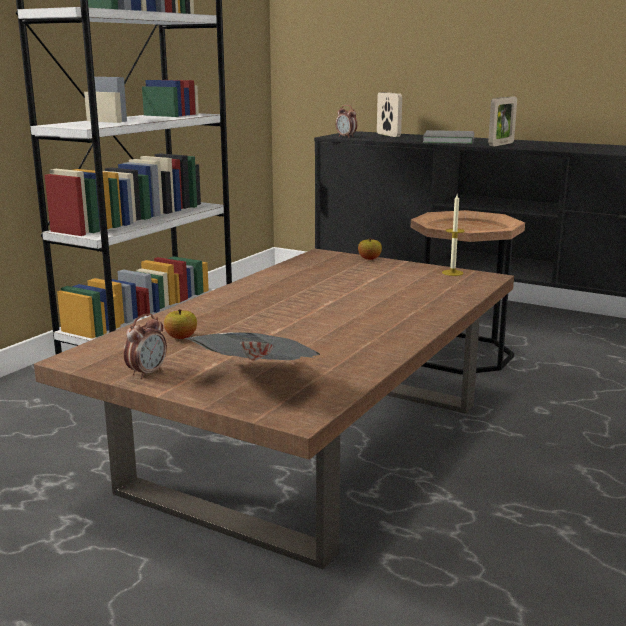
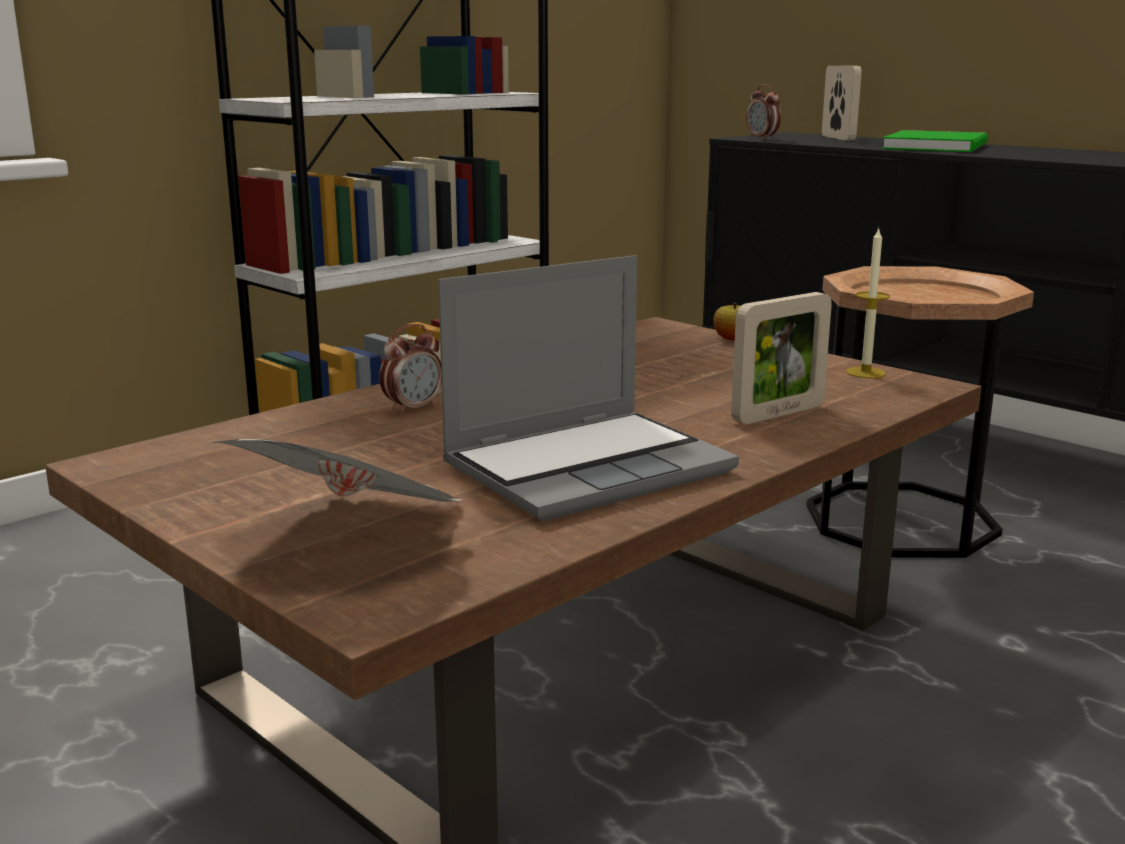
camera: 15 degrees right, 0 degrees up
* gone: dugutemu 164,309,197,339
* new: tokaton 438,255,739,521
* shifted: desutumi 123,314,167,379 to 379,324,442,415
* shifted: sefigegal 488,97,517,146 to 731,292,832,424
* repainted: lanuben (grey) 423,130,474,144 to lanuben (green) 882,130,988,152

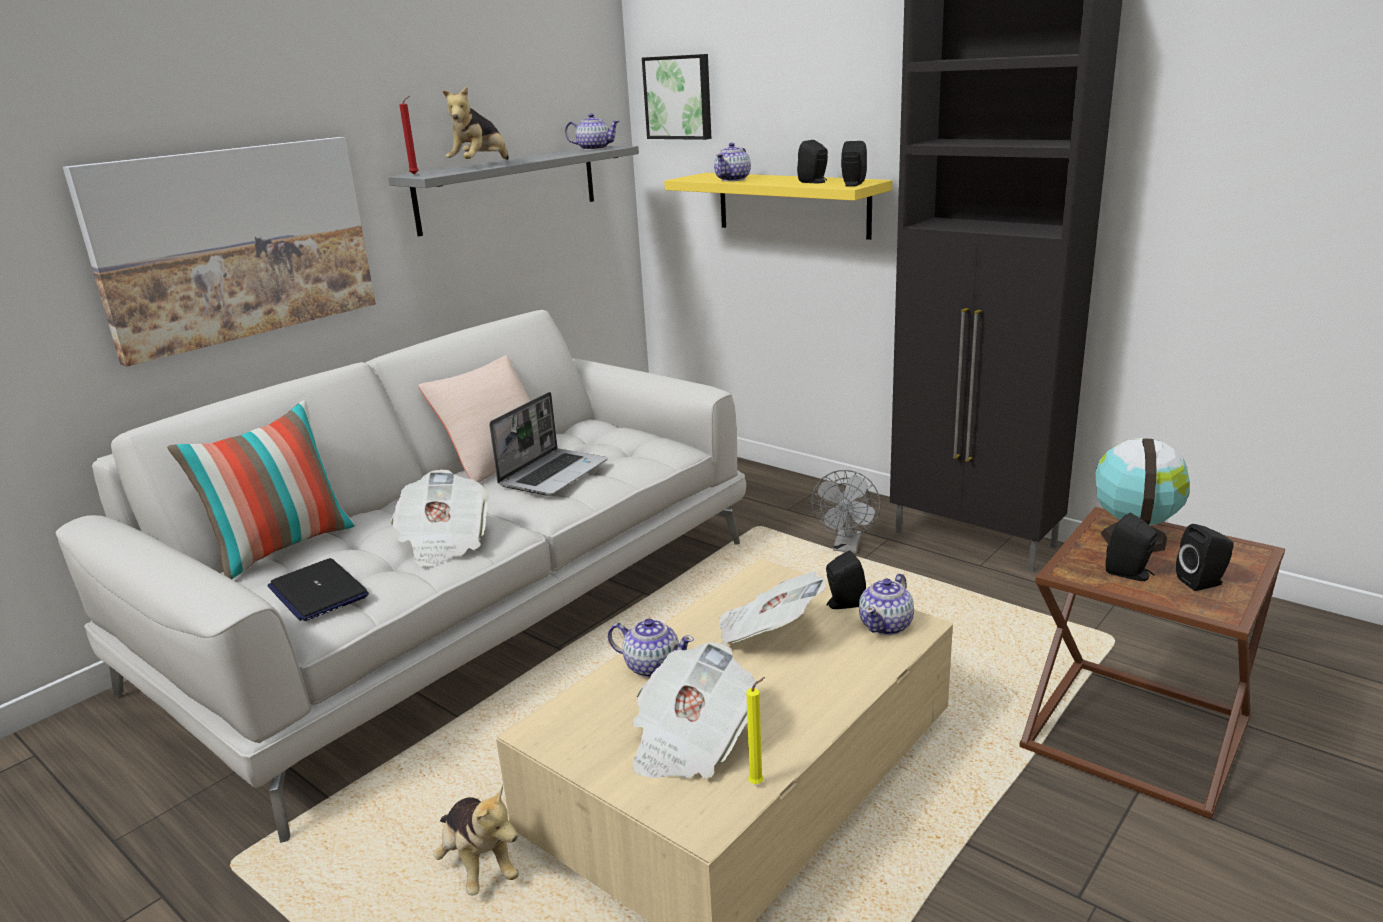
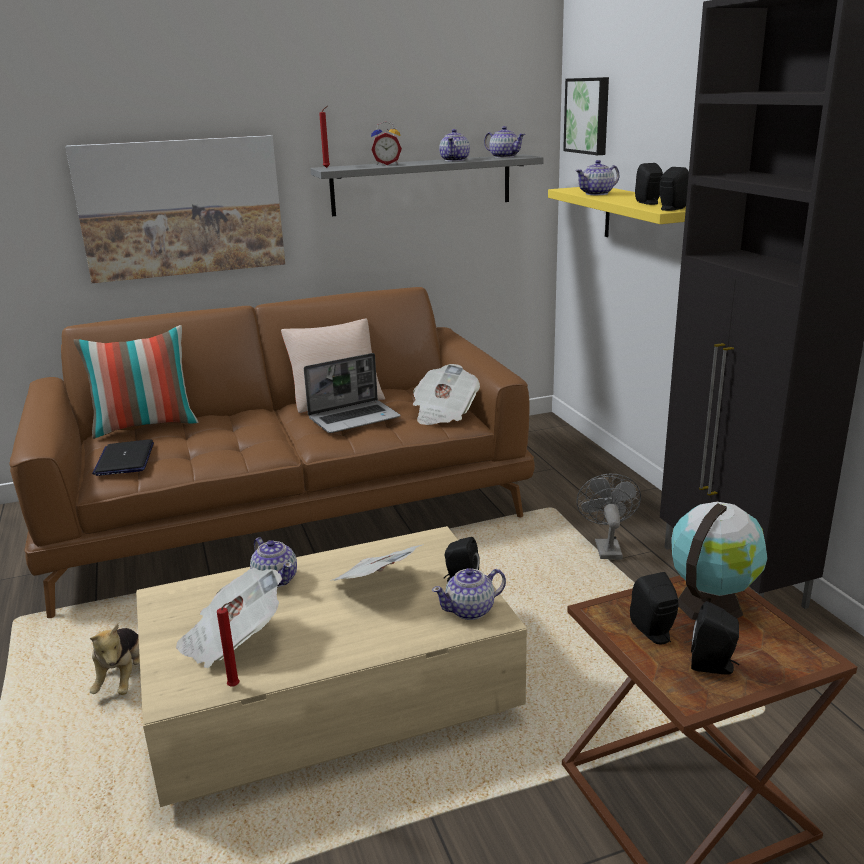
camera: 30 degrees right, 0 degrees up
* new: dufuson 439,129,470,161
* shifted: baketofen 391,470,489,567 to 413,364,480,425
* swapped: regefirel 443,86,509,160 to desutumi 371,122,402,165
* repainted: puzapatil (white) 56,310,746,843 to puzapatil (brown) 9,287,535,618
* repainted: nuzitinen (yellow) 746,677,765,784 to nuzitinen (red) 217,602,240,687
* rotated: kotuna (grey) 811,470,881,554 = 576,474,641,560 135 degrees clockwise

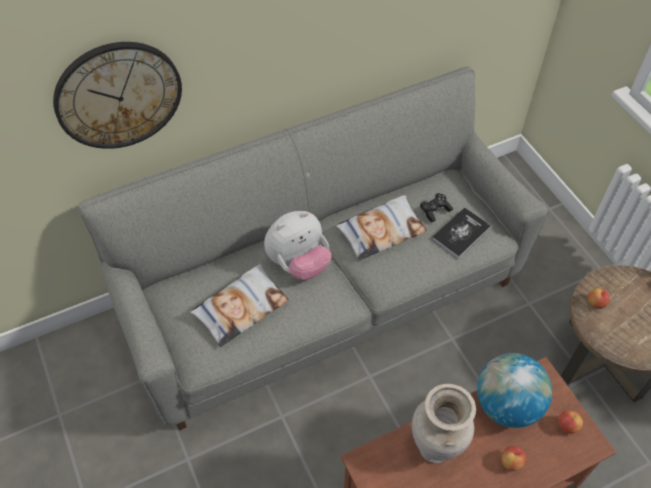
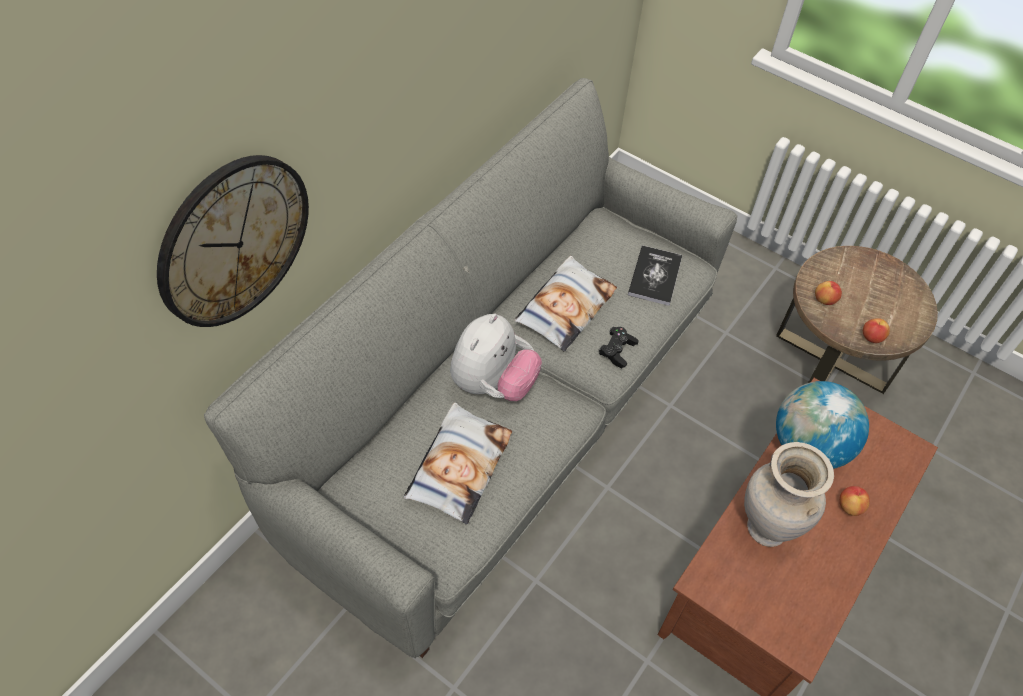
camera: 30 degrees left, 0 degrees up
* shifted: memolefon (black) 420,193,453,223 to 599,327,639,368
* shifted: dugutemu 558,410,583,434 to 863,318,890,343

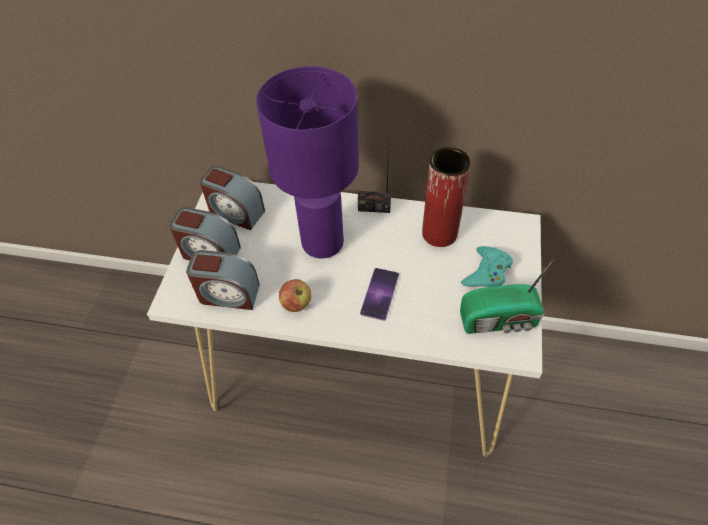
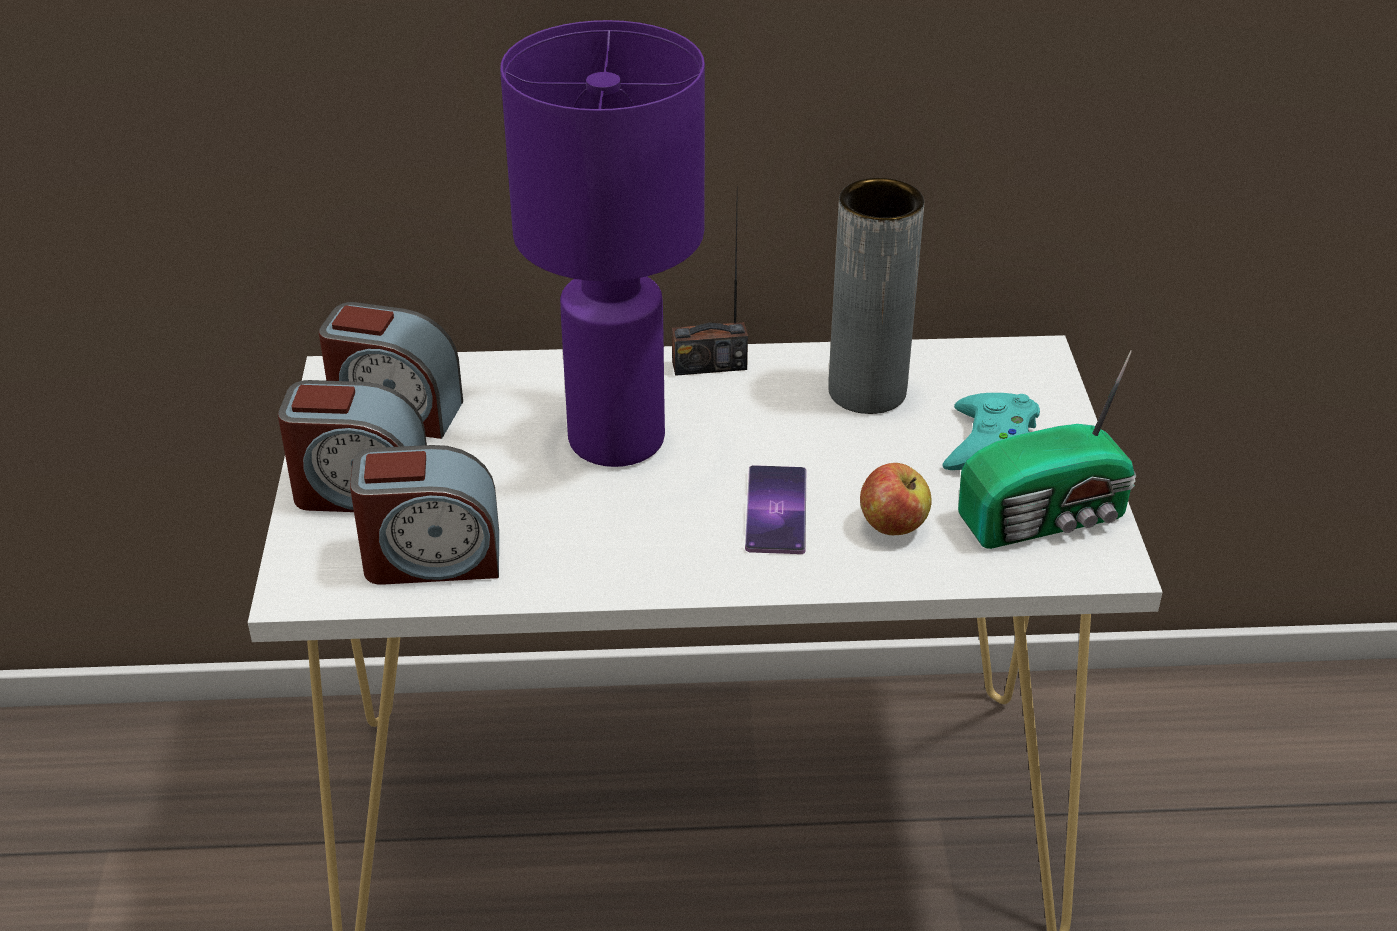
camera: 15 degrees left, 15 degrees down
* shifted: dugutemu 279,279,311,312 to 860,463,932,535
* repainted: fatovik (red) 422,147,471,247 to fatovik (grey) 828,178,924,414

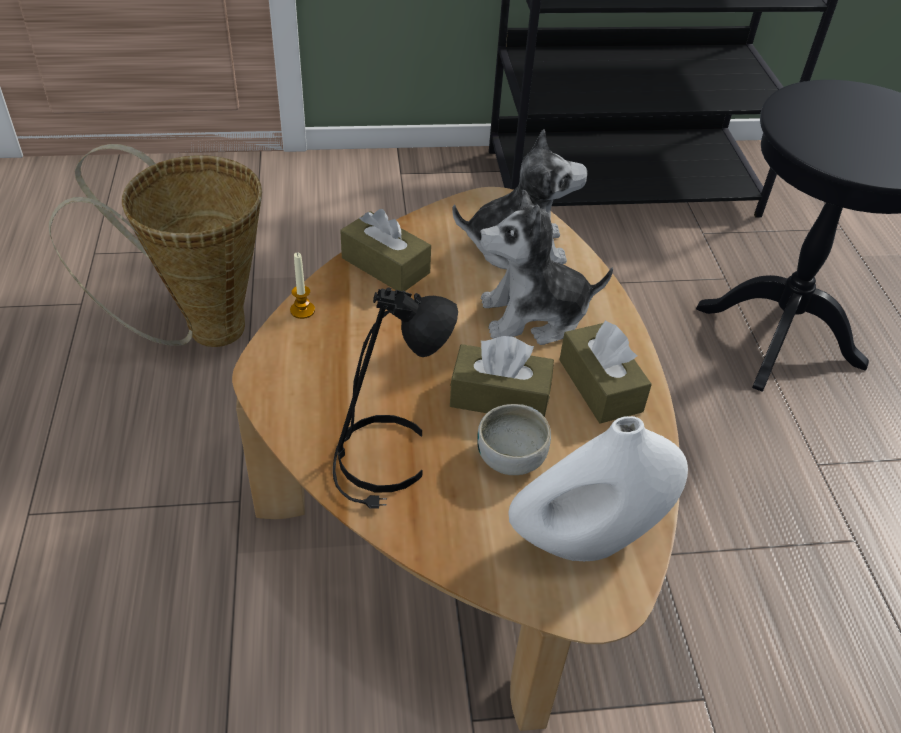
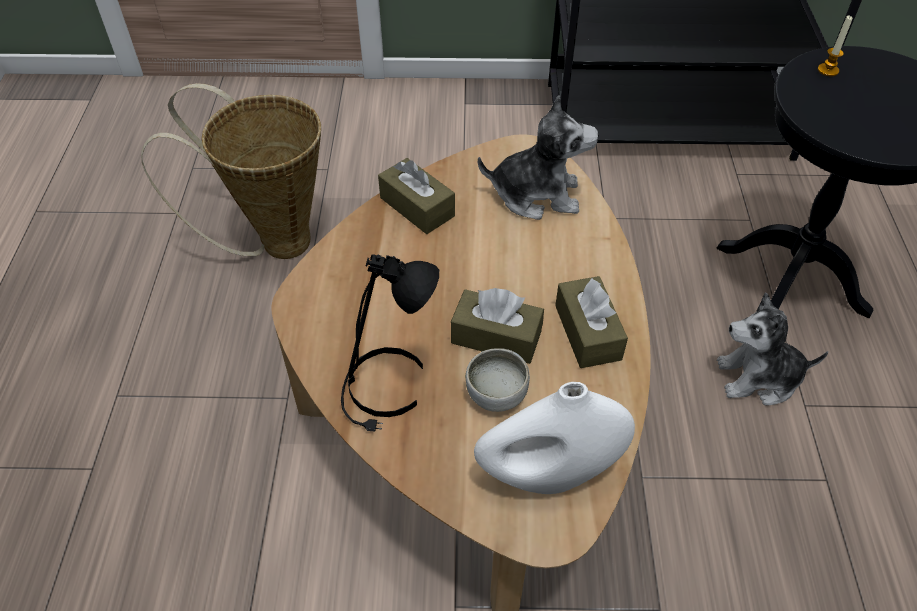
camera: 10 degrees right, 5 degrees up
* shifted: nuzitinen 290,253,315,319 to 818,15,852,76
* shifted: regefirel 479,189,613,345 to 717,292,828,406

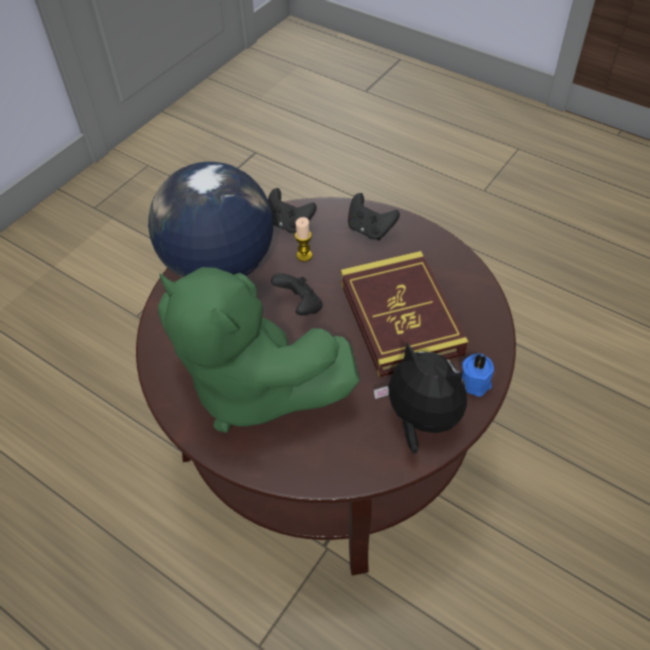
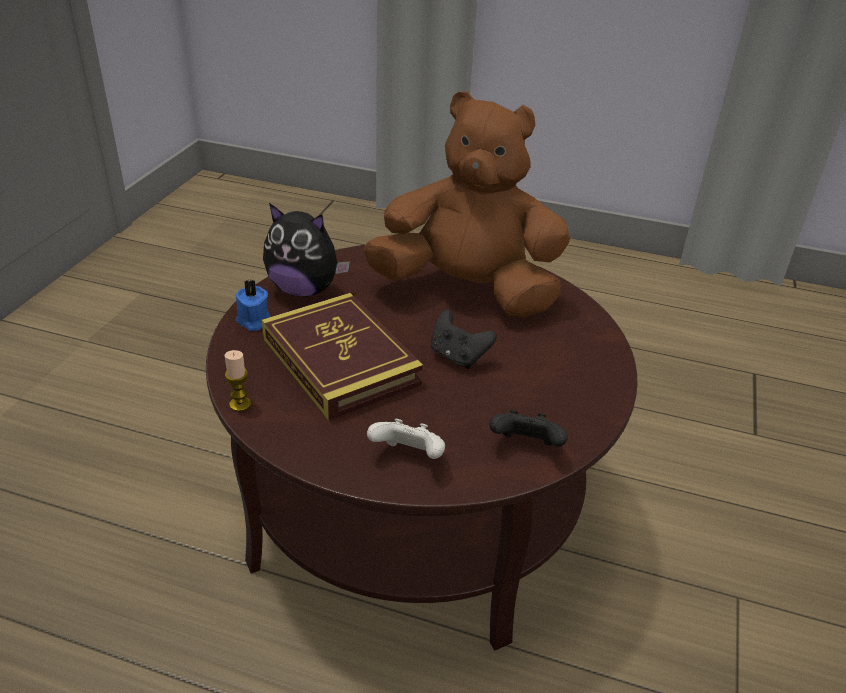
camera: 160 degrees right, 15 degrees down
* gone: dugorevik 148,162,273,278
* shifted: nuzitinen 295,217,312,262 to 225,350,251,412
* repainted: regefirel (green) 158,267,360,433 to regefirel (brown) 363,91,570,318
* repainted: memolefon (black) 348,193,400,240 to memolefon (white) 367,419,445,459

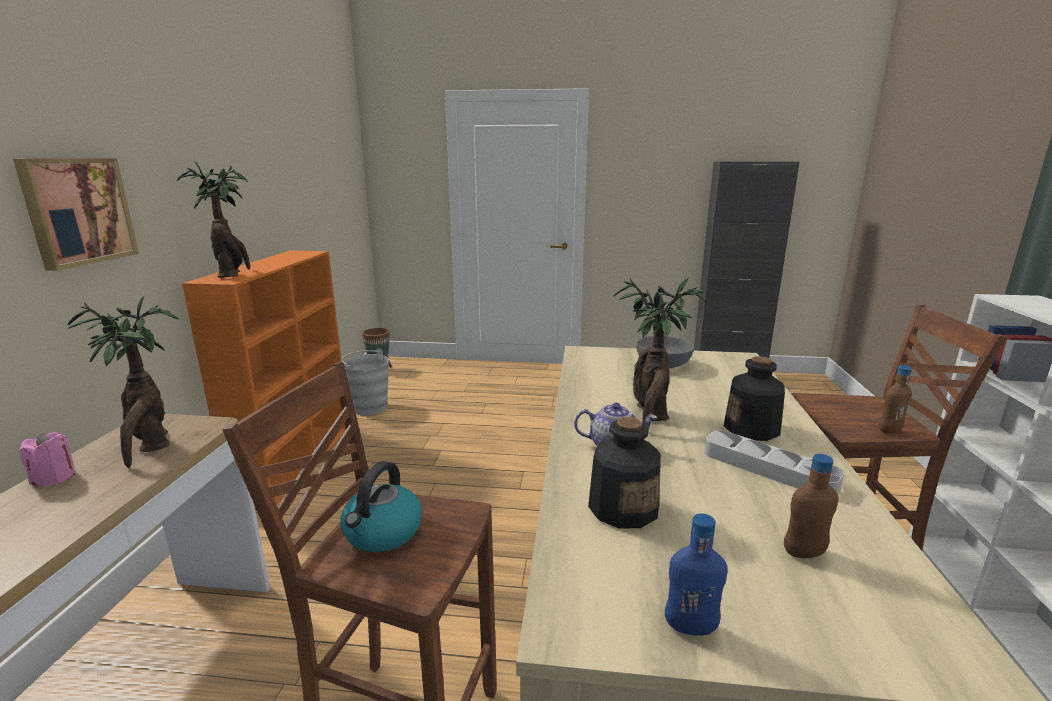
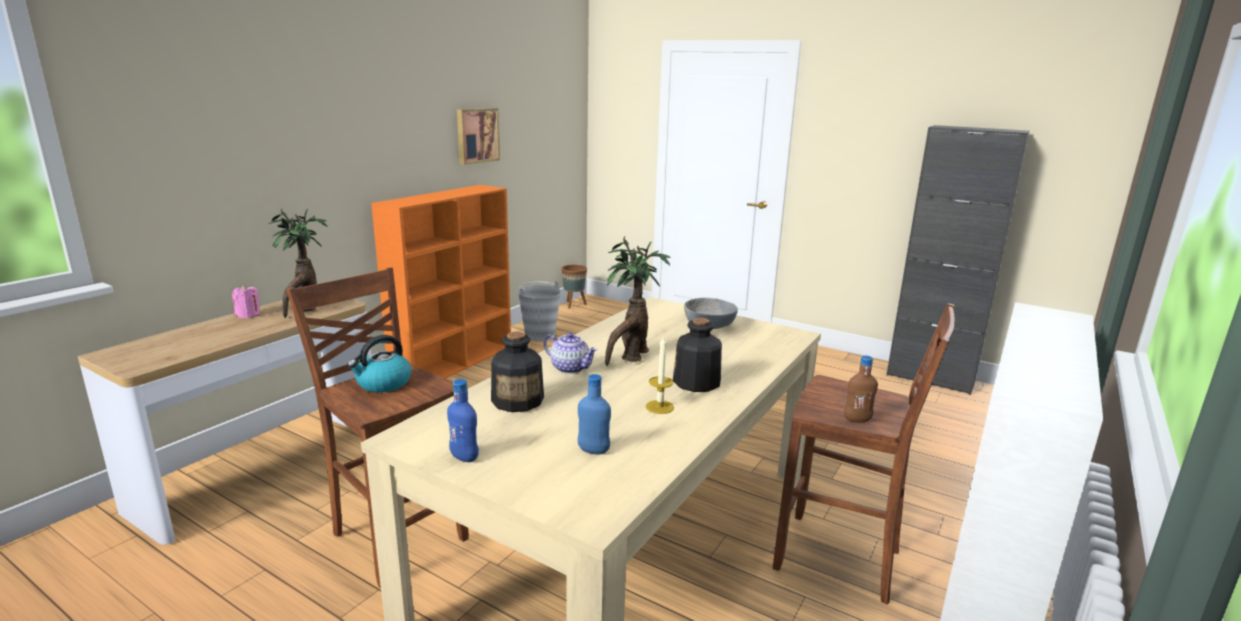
camera: 25 degrees right, 0 degrees up
* gone: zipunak 177,160,250,278
* shifted: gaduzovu 13,158,139,271 to 457,108,500,165
* swapped: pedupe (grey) 704,430,844,494 to nuzitinen 646,335,674,414
* repainted: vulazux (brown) 784,454,838,558 to vulazux (blue) 578,374,611,454

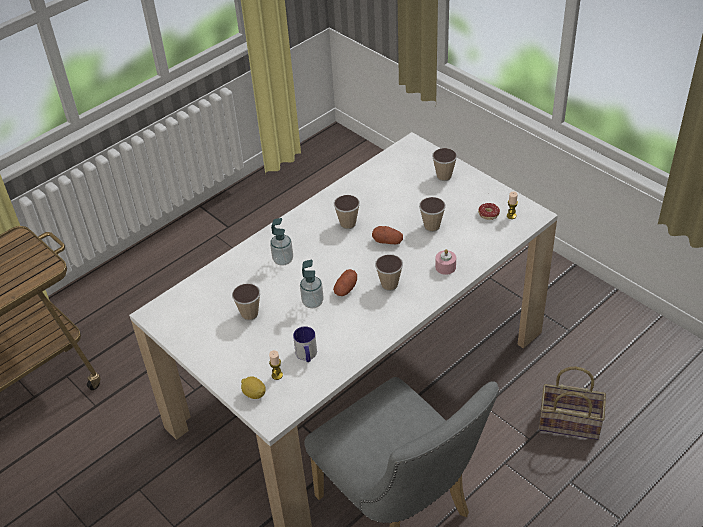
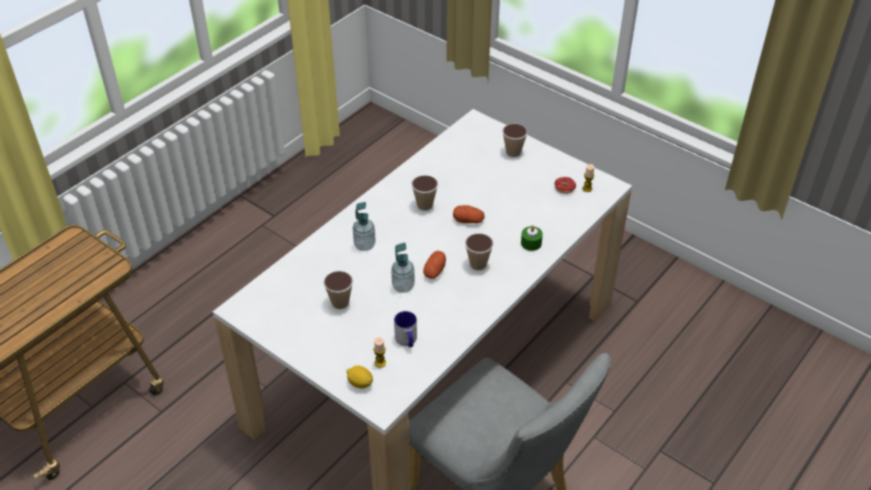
camera: 10 degrees left, 0 degrees up
* gone: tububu 419,197,446,232
* gone: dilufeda 539,366,606,440
* repainted: nuzitinen (pink) 435,249,456,275 to nuzitinen (green) 521,225,543,251

